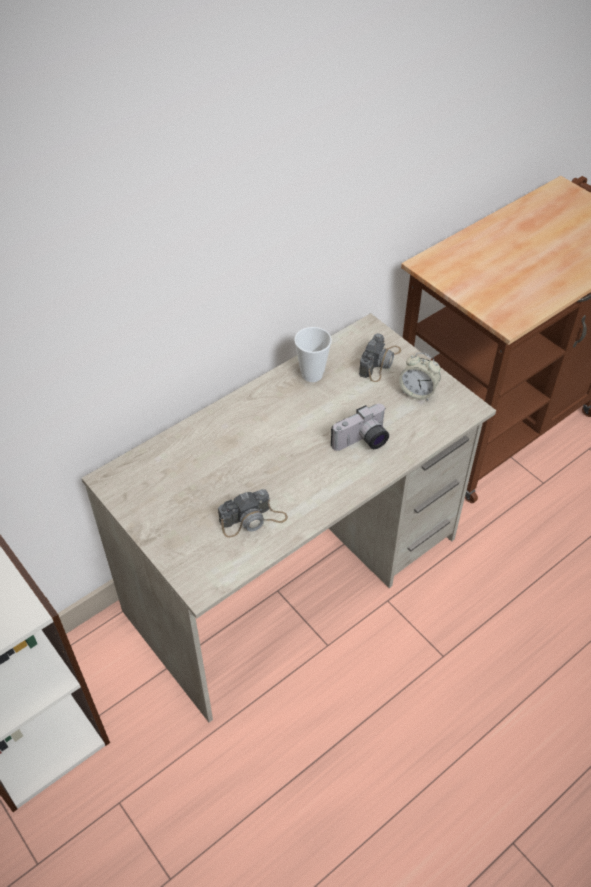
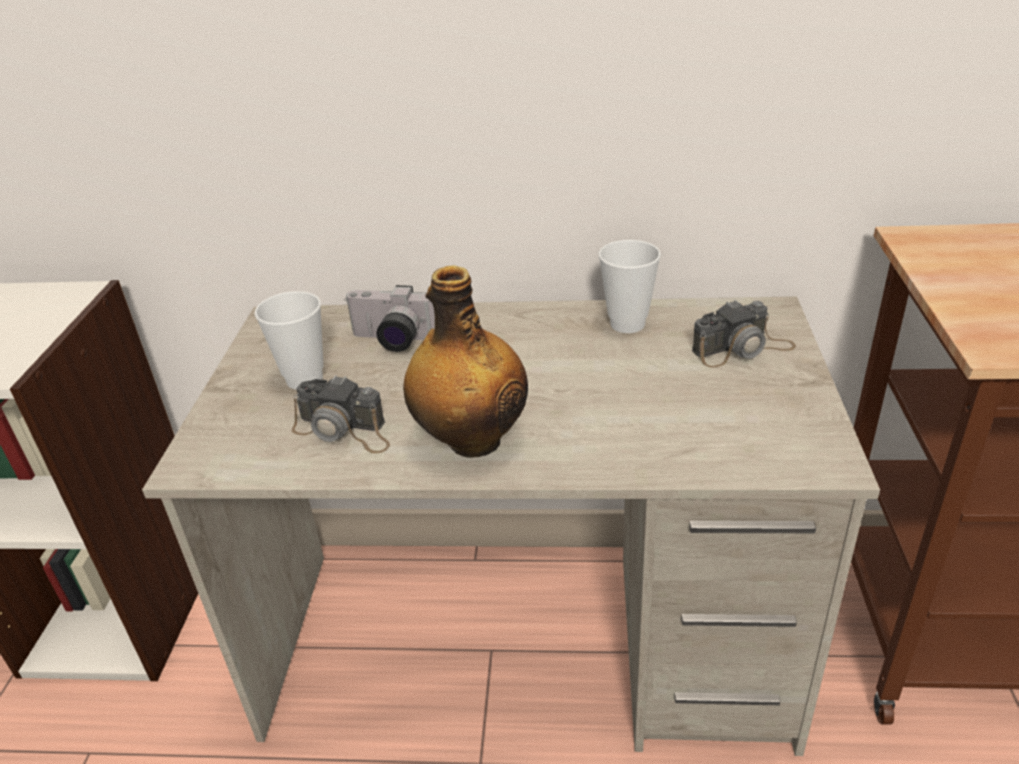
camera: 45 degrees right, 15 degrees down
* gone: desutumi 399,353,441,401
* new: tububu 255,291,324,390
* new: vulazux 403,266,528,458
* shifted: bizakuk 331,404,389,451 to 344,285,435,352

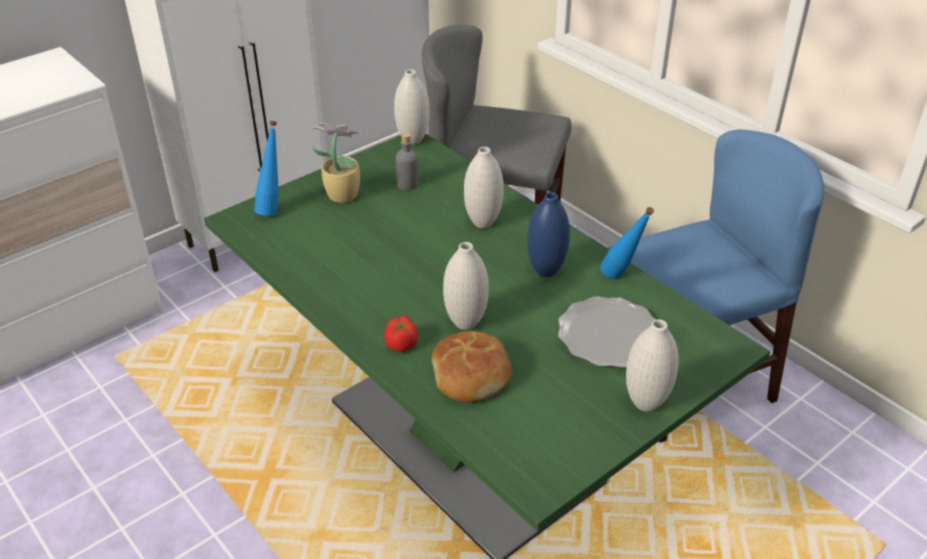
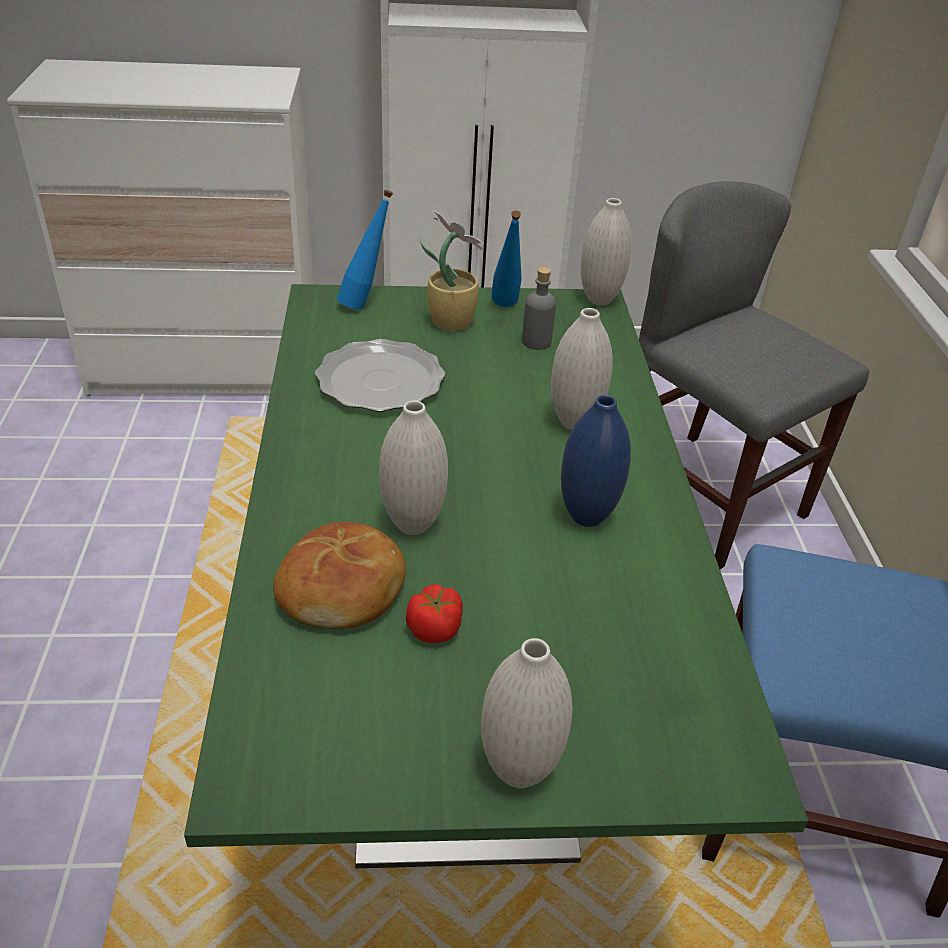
camera: 35 degrees right, 0 degrees up
* shifted: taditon 384,316,418,352 to 406,585,463,643
* shifted: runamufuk 558,296,656,368 to 315,339,445,412
* shifted: vulazux (blue) 600,207,654,279 to 491,211,522,307

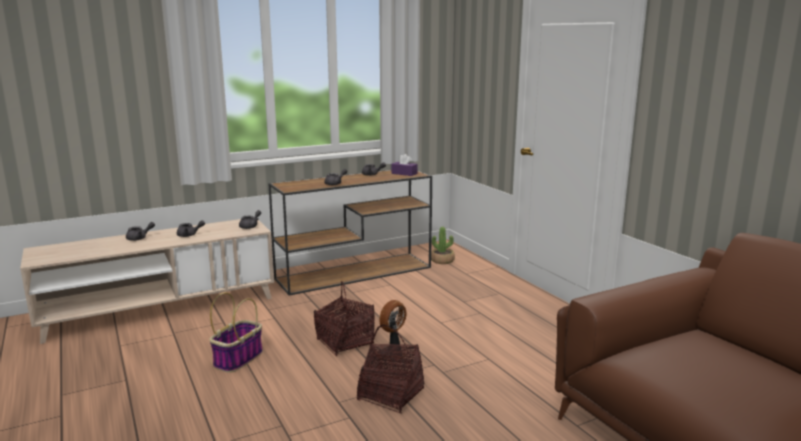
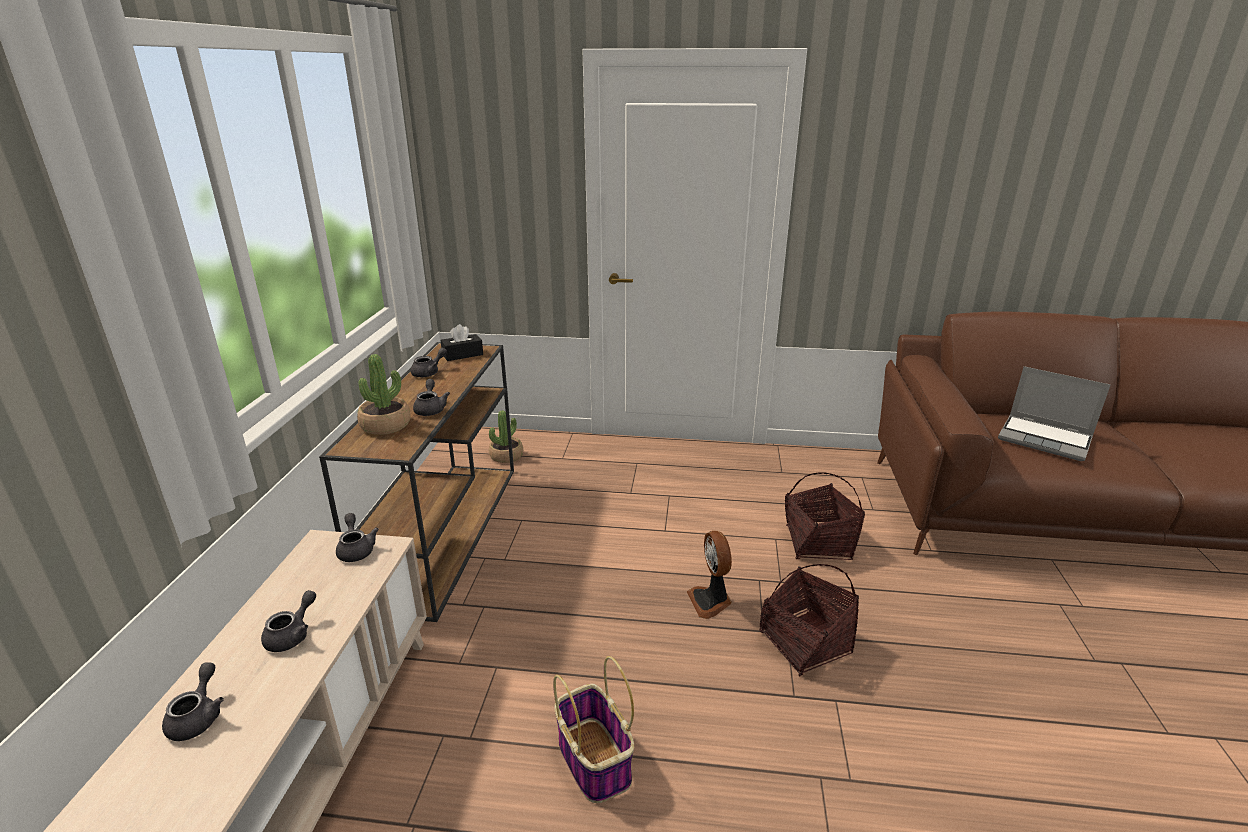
camera: 55 degrees left, 10 degrees up
* new: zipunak 357,354,410,435
* new: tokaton 998,366,1111,461
* shifted: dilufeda 314,281,375,356 to 785,472,865,560
* repainted: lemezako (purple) 391,154,418,176 to lemezako (black) 441,324,483,361

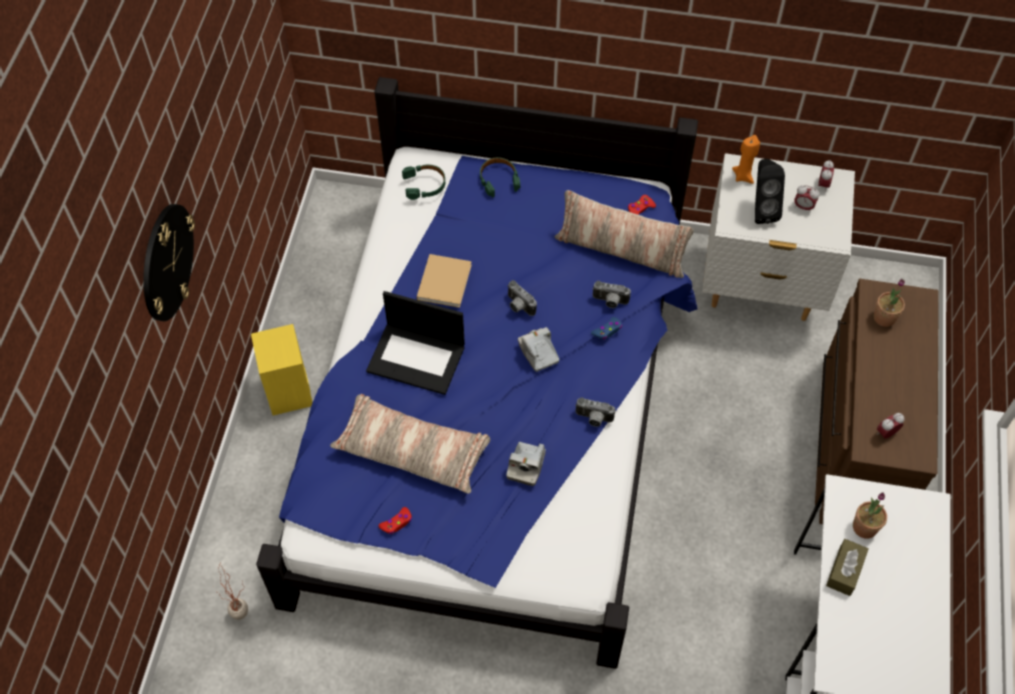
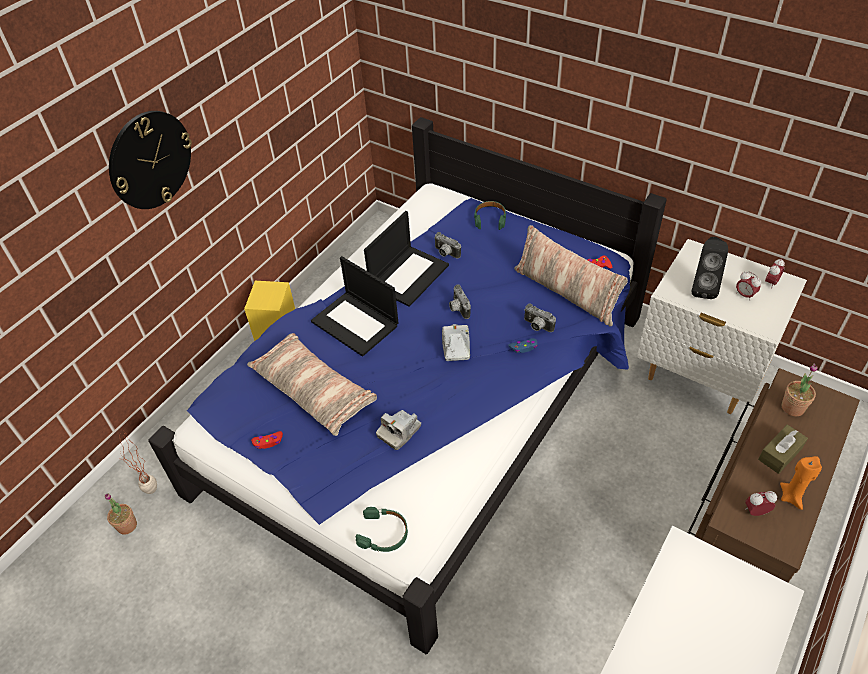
camera: 25 degrees right, 10 degrees down
* shifted: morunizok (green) 402,165,445,200 to 356,507,408,552
* shifted: bizakuk 575,397,615,427 to 434,232,461,259
* shifted: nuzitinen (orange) 732,135,760,184 to 780,456,822,510
* shifted: lemezako (brown) 826,539,868,596 to 758,425,808,474
* shifted: zipunak 853,493,887,539 to 105,493,137,535
* swapped: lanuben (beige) 417,254,472,308 to tokaton 364,211,449,307

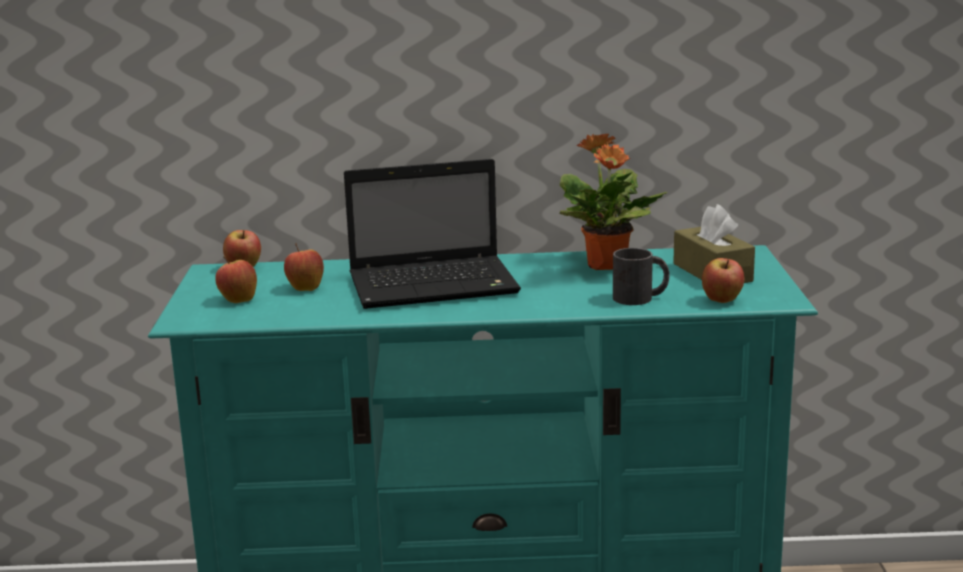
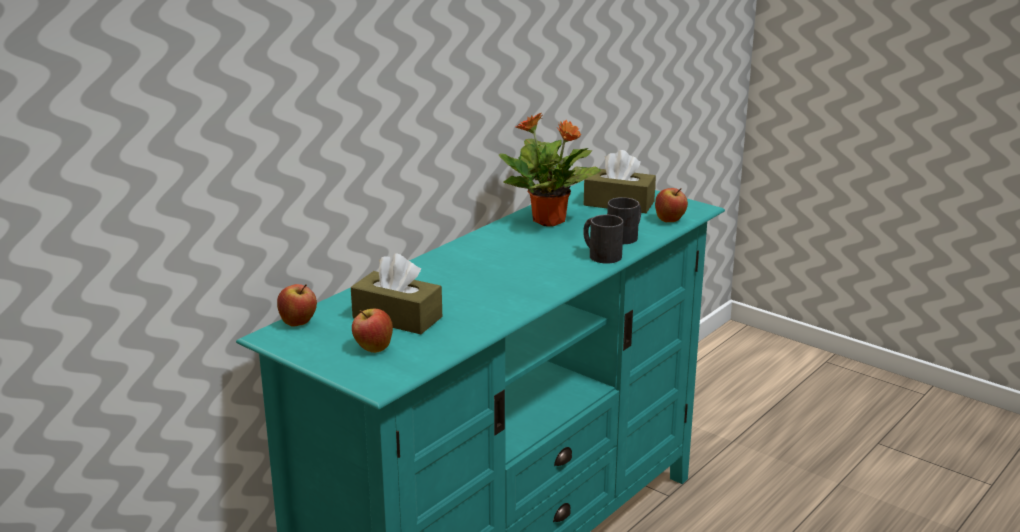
camera: 50 degrees left, 5 degrees up
* gone: tokaton 344,159,521,309
* new: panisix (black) 583,215,624,264
* swapped: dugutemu 284,243,324,291 to lemezako (brown) 351,253,442,334

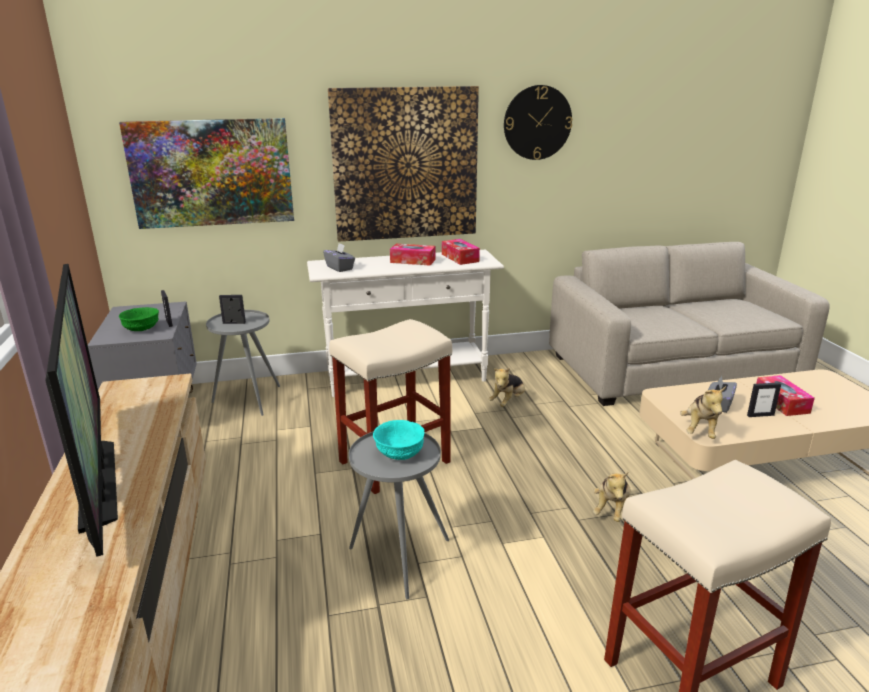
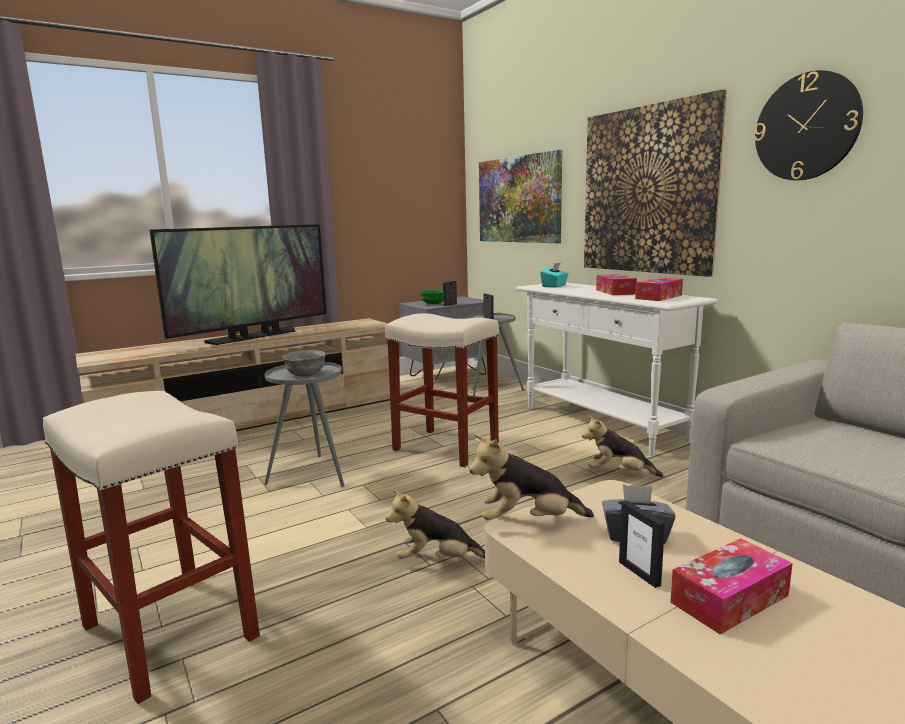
camera: 70 degrees right, 10 degrees down
* repainted: lemezako (grey) 323,243,355,272 to lemezako (turquoise) 540,262,569,288
* repainted: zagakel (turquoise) 373,420,425,460 to zagakel (grey) 282,350,326,377

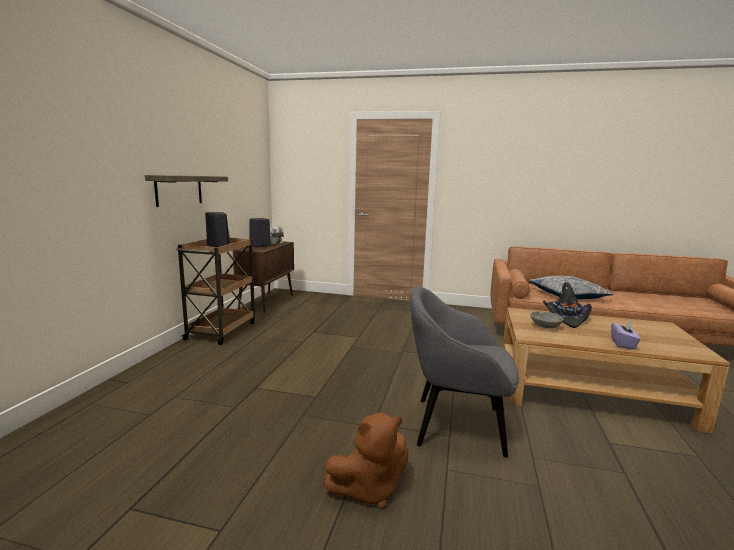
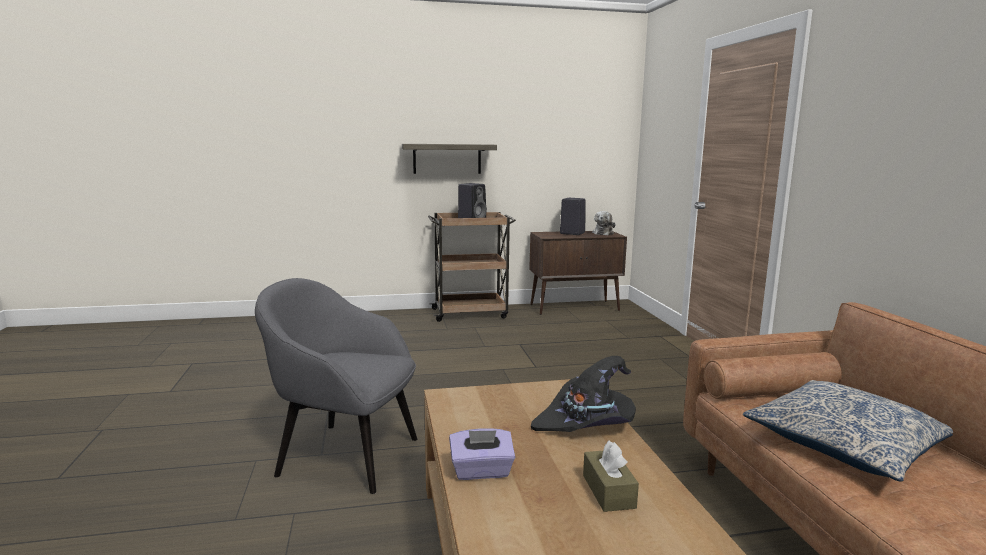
camera: 65 degrees right, 0 degrees up
* gone: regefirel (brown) 323,413,409,509
* gone: zagakel (grey) 530,311,564,328
* new: lemezako (brown) 583,441,639,512
* rotated: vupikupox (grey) 410,286,519,458 = 255,278,417,494 60 degrees counterclockwise

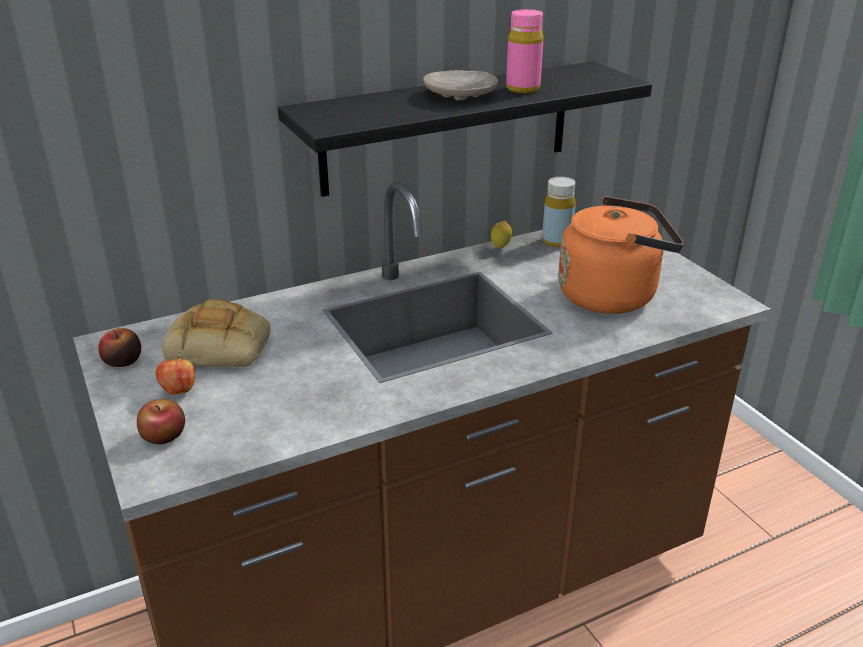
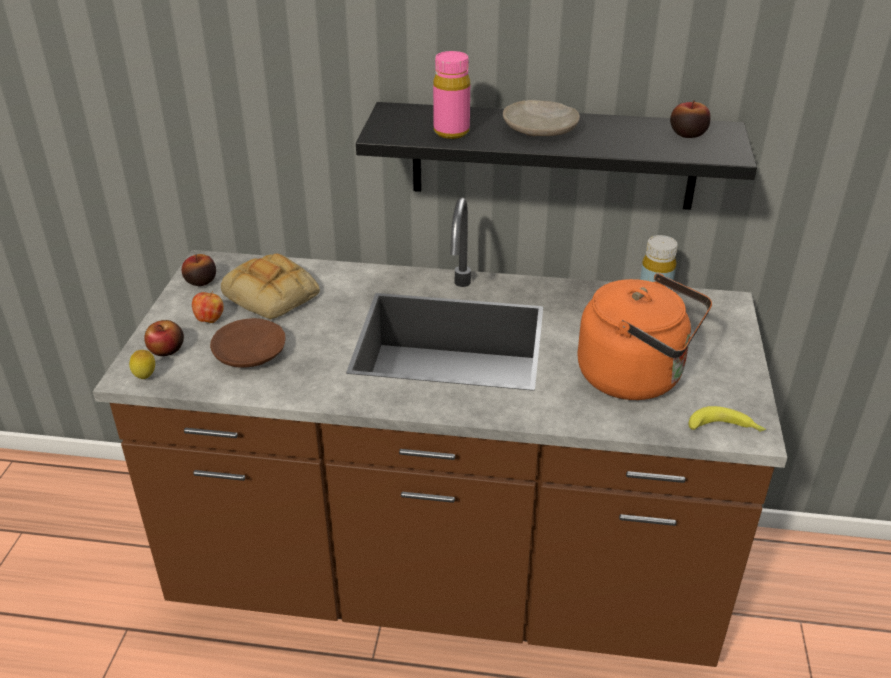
camera: 35 degrees right, 5 degrees up
* new: runamufuk (brown) 210,318,285,368
* new: dugutemu 670,100,711,138
* new: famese 689,406,766,432
* shifted: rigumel 491,220,512,248 to 129,350,155,379
* shifted: vulazux (pink) 506,9,544,93 to 433,51,470,139

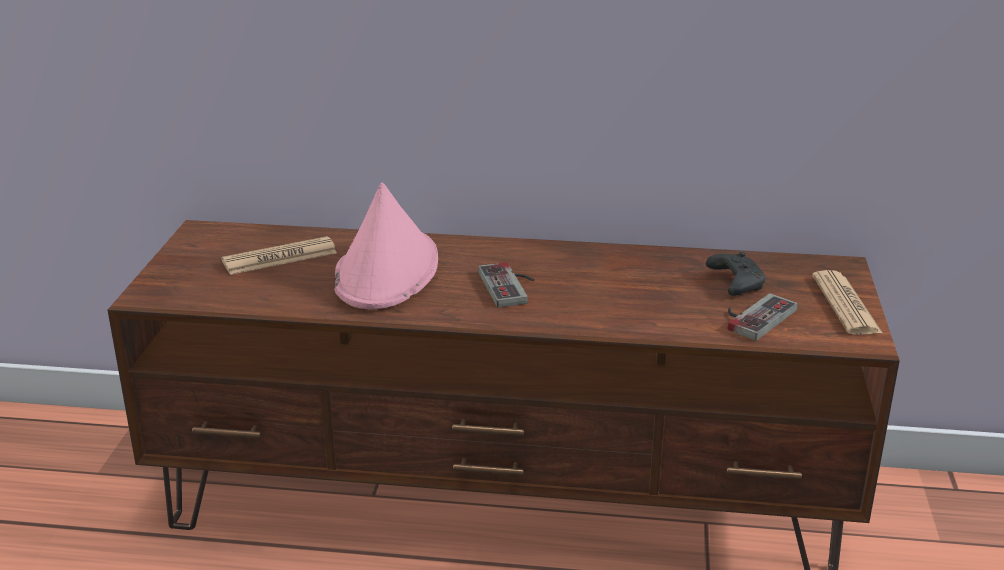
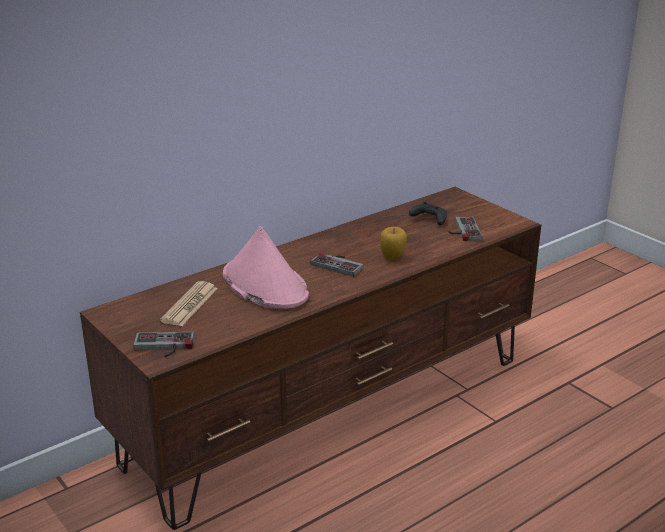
camera: 45 degrees left, 0 degrees up
* gone: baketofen 812,270,883,335
* new: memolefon 134,332,194,357
* new: dugutemu 380,227,407,260

